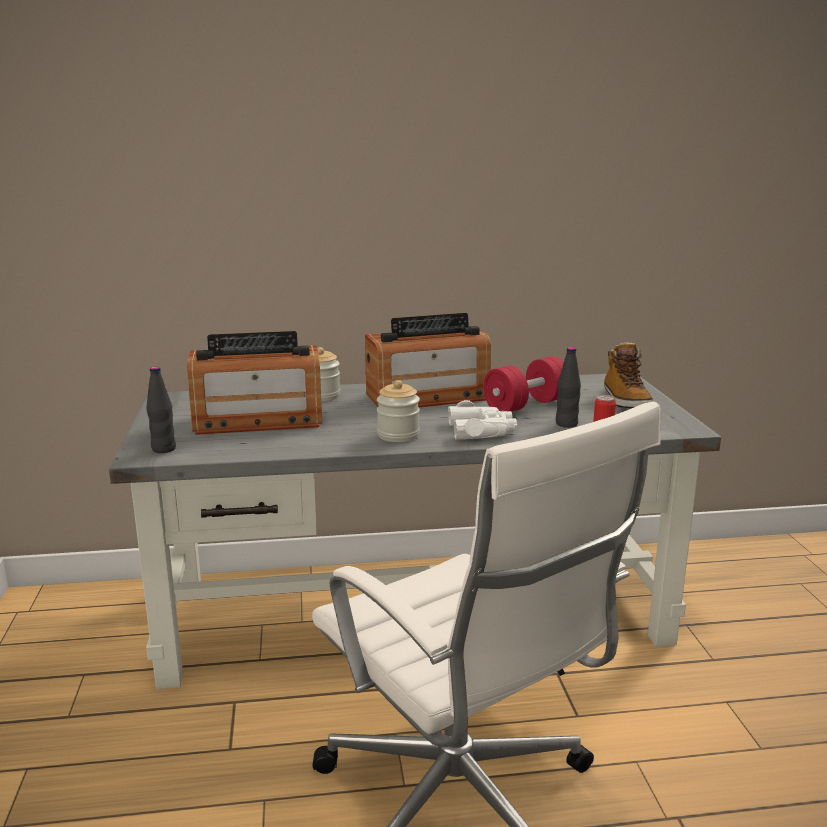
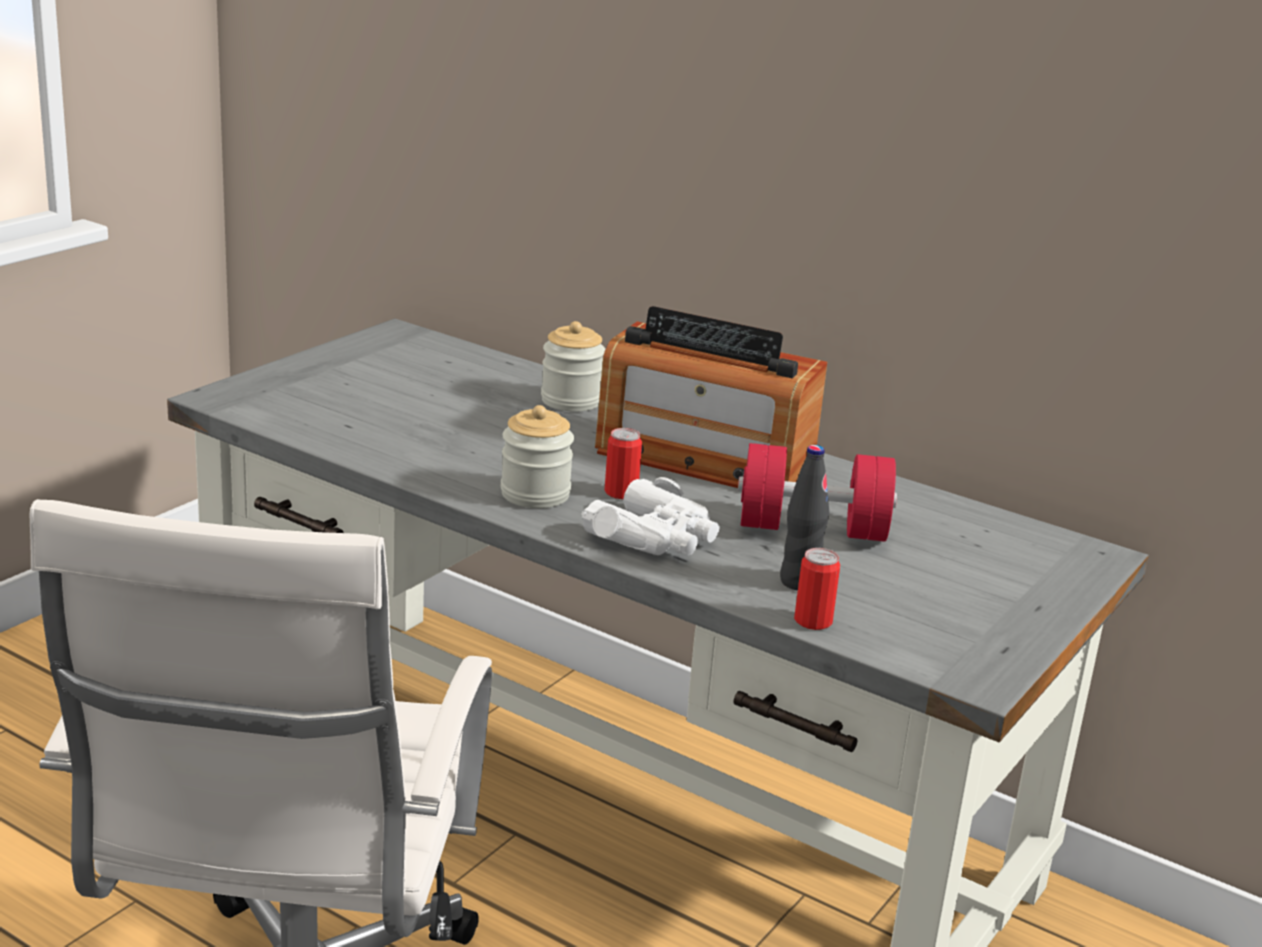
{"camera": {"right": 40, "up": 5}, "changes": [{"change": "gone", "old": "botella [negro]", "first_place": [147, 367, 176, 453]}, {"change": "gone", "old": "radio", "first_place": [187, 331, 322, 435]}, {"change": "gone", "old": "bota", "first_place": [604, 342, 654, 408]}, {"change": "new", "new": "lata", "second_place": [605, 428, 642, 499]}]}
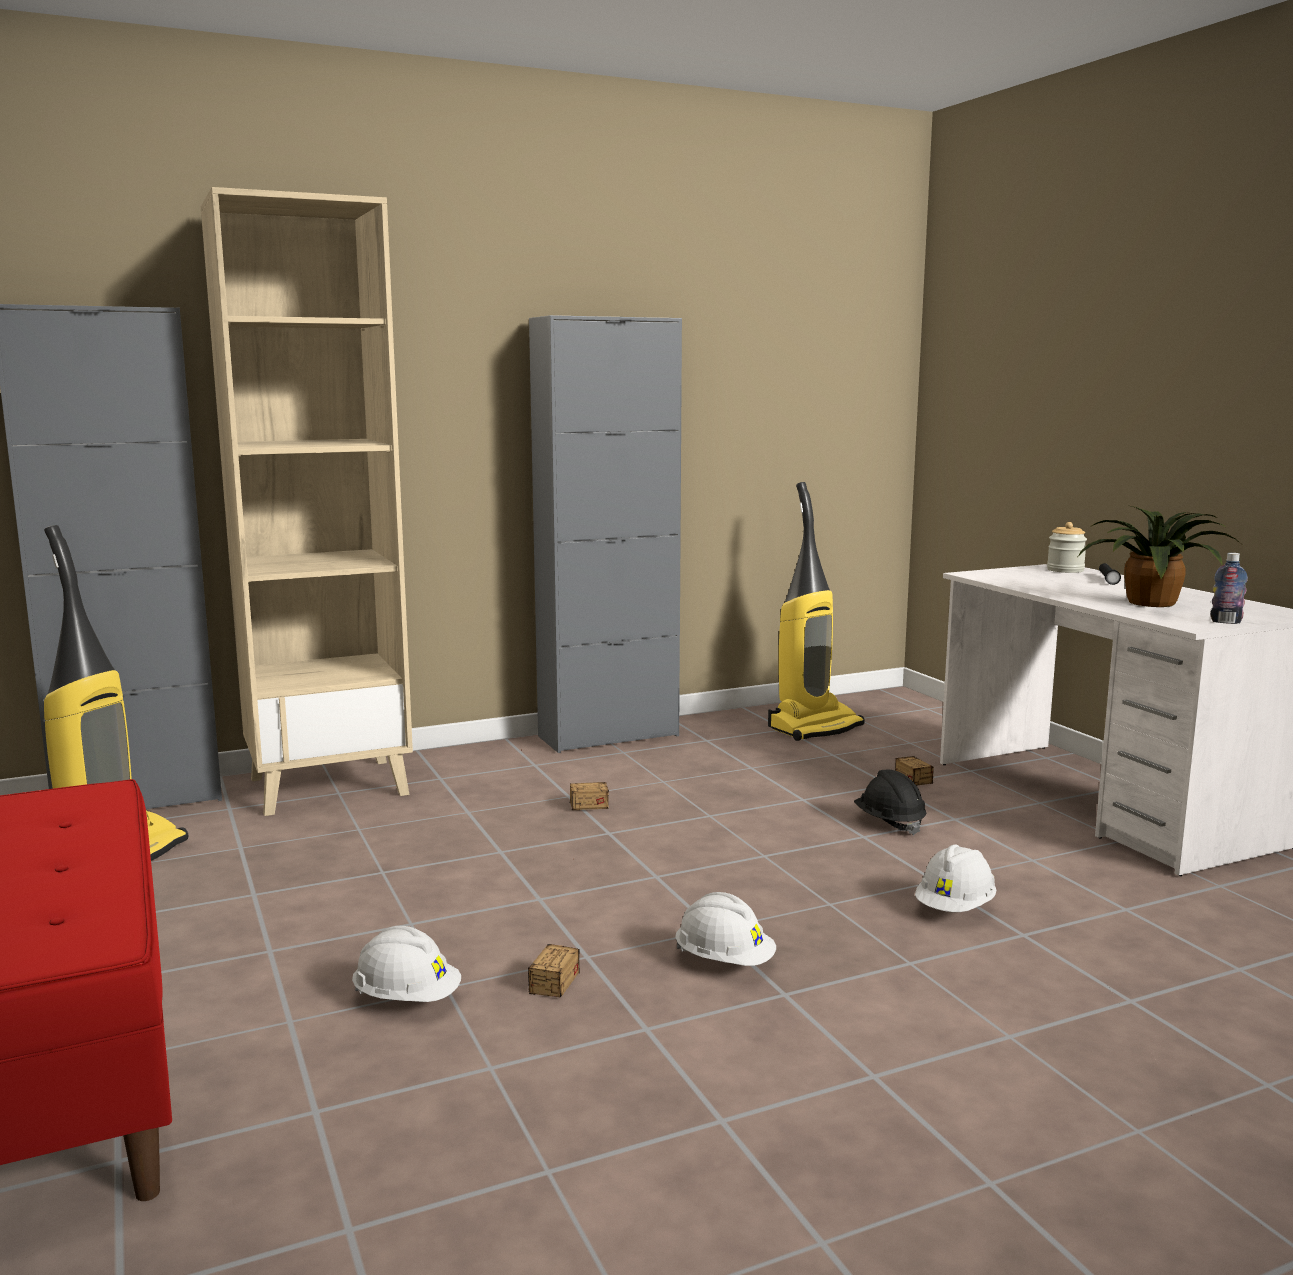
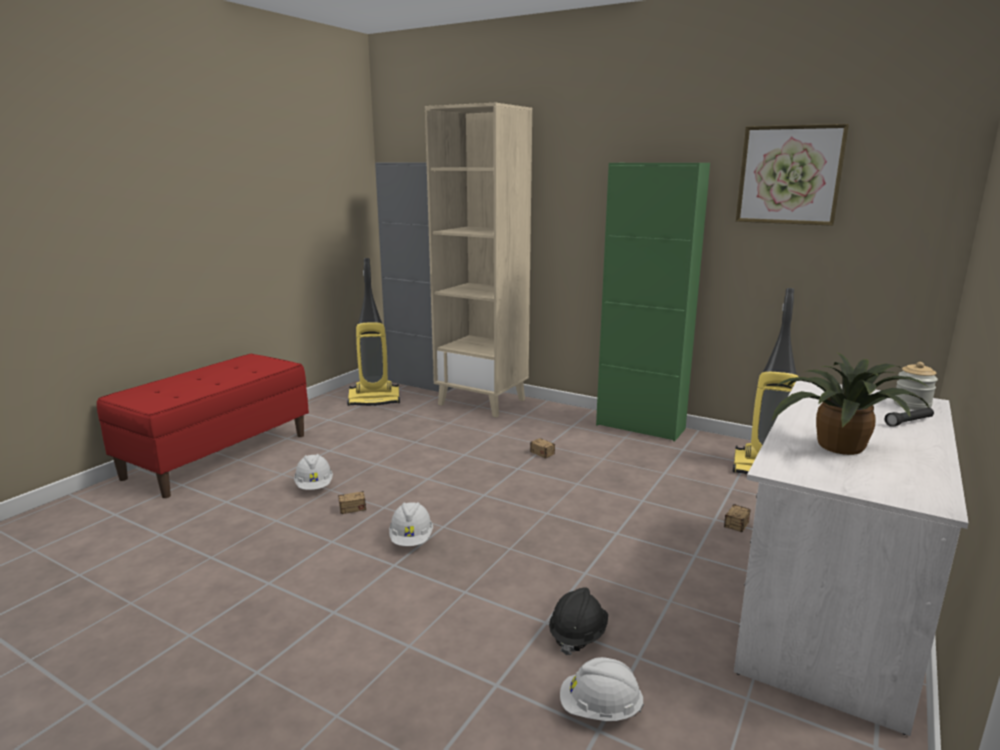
{"camera": {"right": 55, "up": 5}, "changes": [{"change": "repainted", "old": "armario [gris]", "new": "armario [verde]", "first_place": [529, 315, 682, 753], "second_place": [596, 163, 710, 441]}, {"change": "shifted", "old": "casco [negro]", "first_place": [854, 770, 926, 836], "second_place": [549, 587, 608, 655]}, {"change": "shifted", "old": "casco [blanco]", "first_place": [915, 844, 996, 912], "second_place": [560, 657, 644, 721]}, {"change": "gone", "old": "botella", "first_place": [1210, 553, 1248, 624]}, {"change": "new", "new": "cuadro", "second_place": [736, 124, 849, 226]}]}
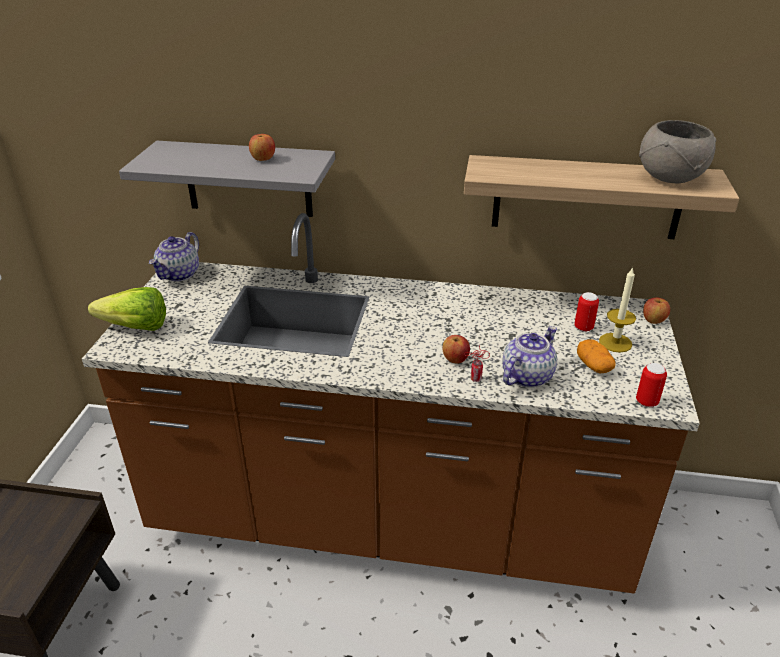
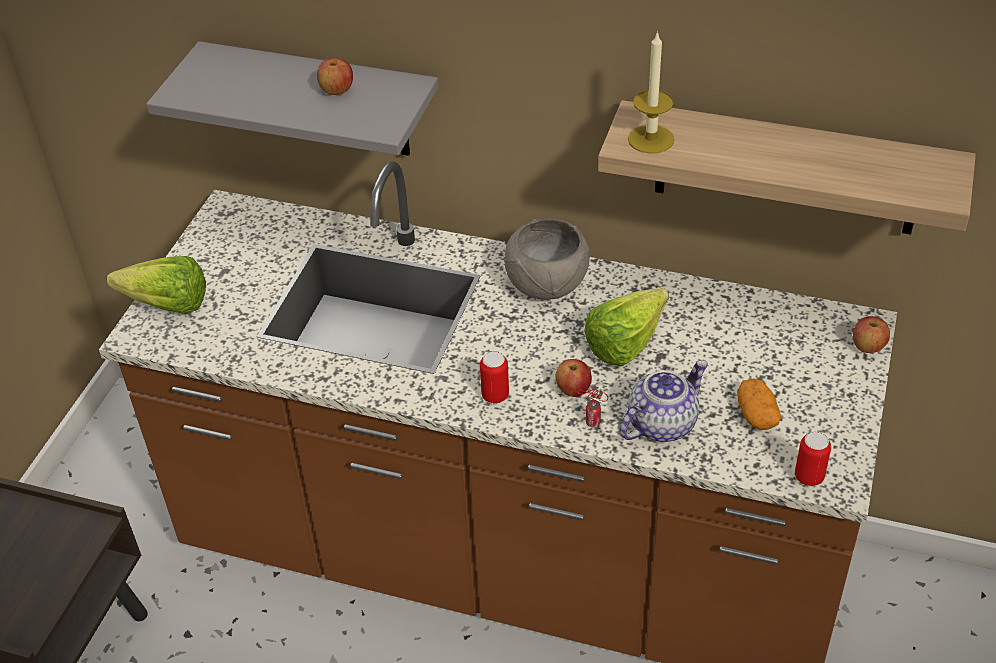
{"camera": {"right": 10, "up": 10}, "changes": [{"change": "gone", "old": "tetera", "first_place": [149, 232, 199, 281]}, {"change": "shifted", "old": "lata", "first_place": [574, 292, 599, 332], "second_place": [480, 352, 509, 404]}, {"change": "shifted", "old": "vela", "first_place": [599, 267, 636, 353], "second_place": [628, 31, 674, 154]}, {"change": "shifted", "old": "cuenco [gris]", "first_place": [639, 120, 716, 183], "second_place": [504, 219, 590, 300]}, {"change": "new", "new": "lechuga", "second_place": [584, 288, 669, 367]}]}
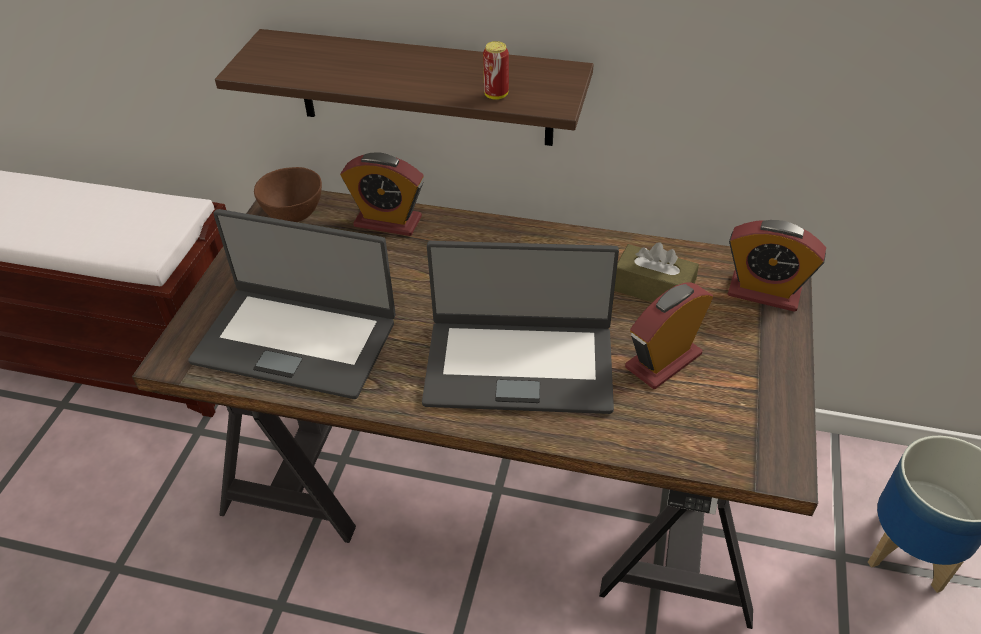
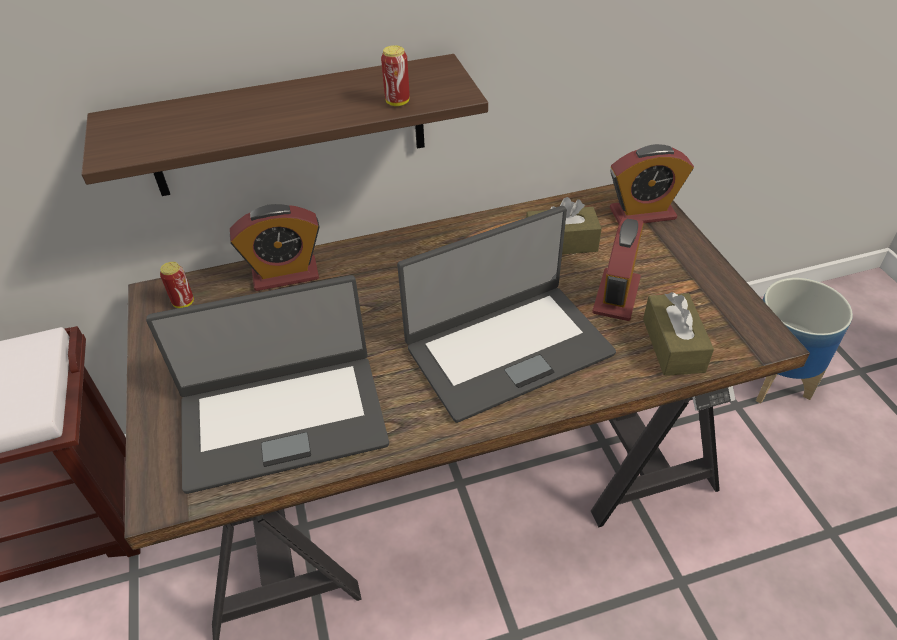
{"camera": {"right": -30, "up": 0}, "changes": [{"change": "swapped", "old": "cuenco [marrón]", "new": "lata", "first_place": [254, 167, 322, 222], "second_place": [160, 262, 194, 308]}, {"change": "new", "new": "caja de pañuelos [marrón]", "second_place": [643, 292, 714, 376]}]}
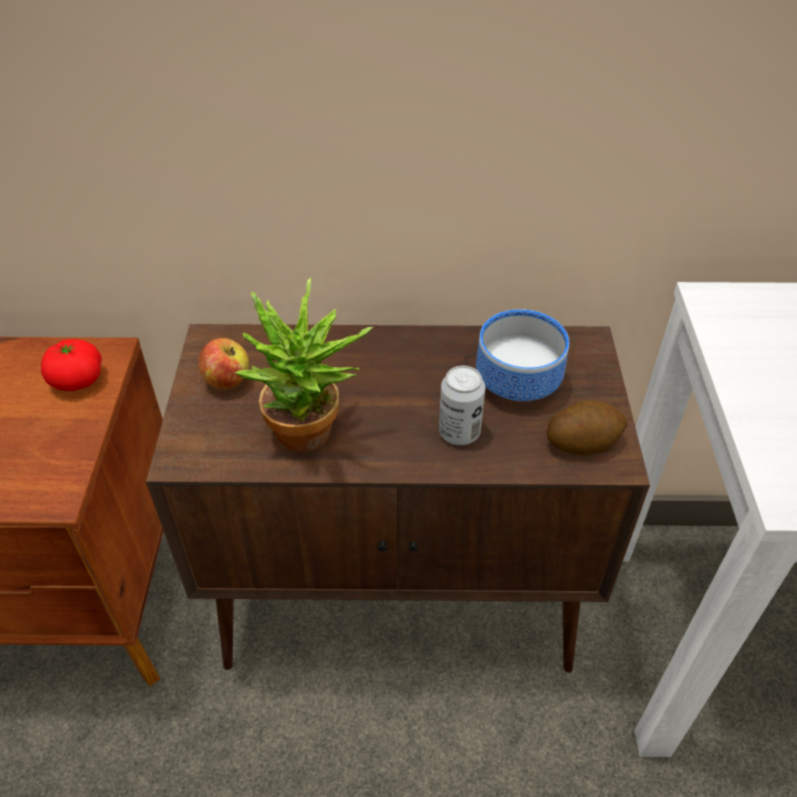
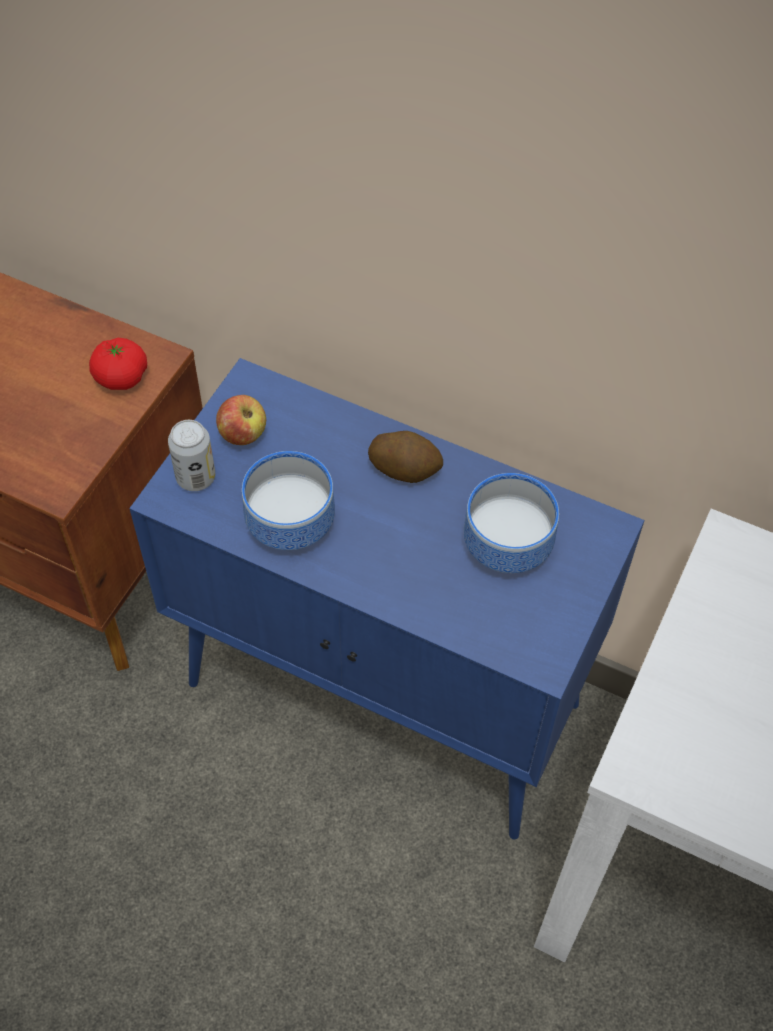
{"camera": {"right": 25, "up": 10}, "changes": [{"change": "repainted", "old": "armario [marrón]", "new": "armario [azul]", "first_place": [146, 324, 650, 673], "second_place": [129, 358, 645, 840]}, {"change": "swapped", "old": "planta en maceta", "new": "cuenco", "first_place": [235, 278, 373, 452], "second_place": [242, 451, 335, 550]}, {"change": "shifted", "old": "lata", "first_place": [439, 366, 485, 445], "second_place": [168, 420, 215, 491]}, {"change": "shifted", "old": "patata", "first_place": [546, 401, 628, 455], "second_place": [368, 431, 443, 483]}]}
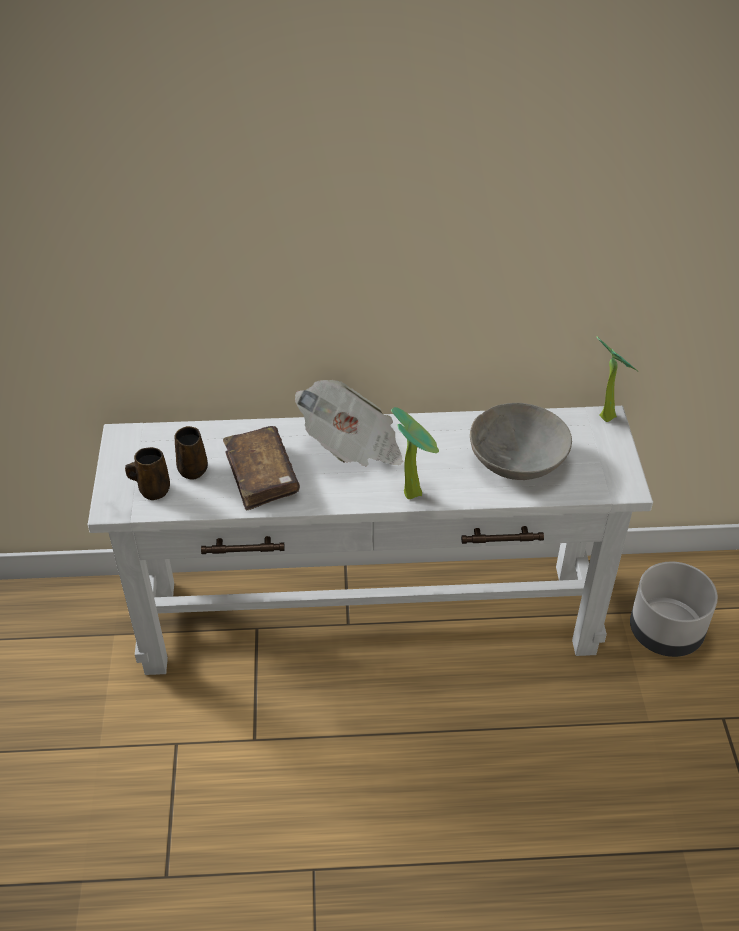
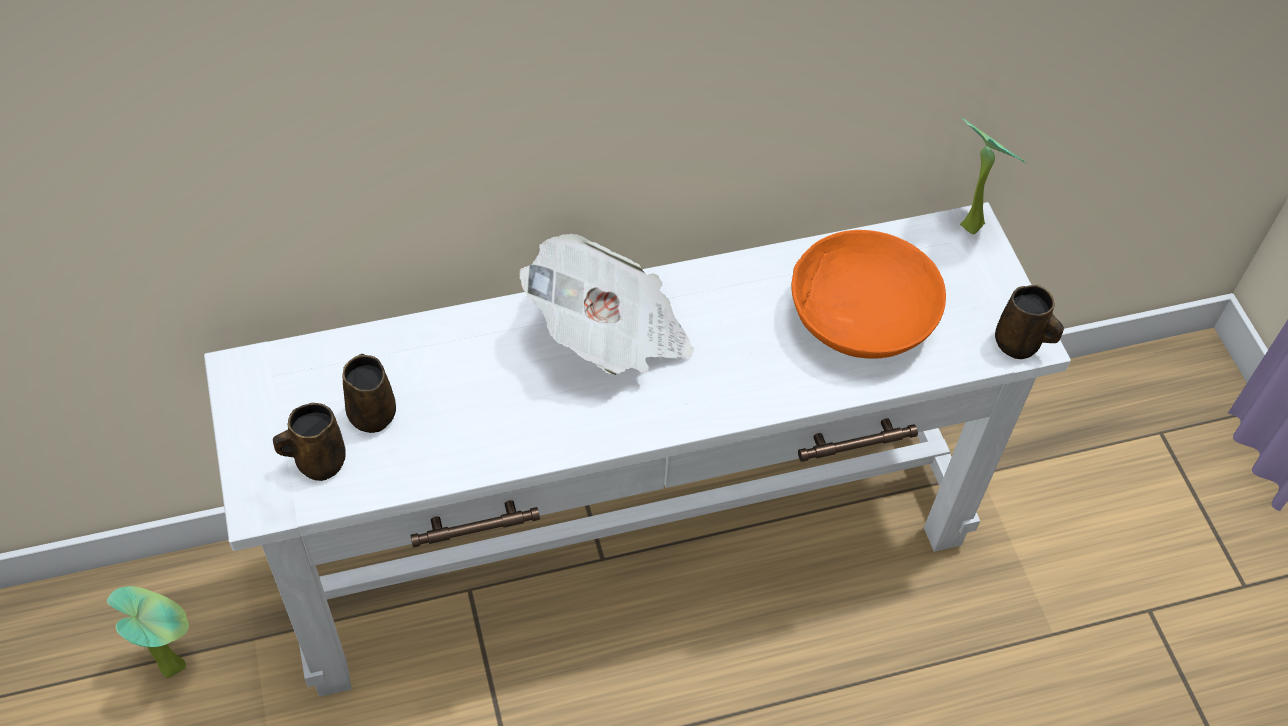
{"camera": {"right": -15, "up": 10}, "changes": [{"change": "gone", "old": "libro [marrón]", "first_place": [223, 426, 300, 511]}, {"change": "shifted", "old": "planta en maceta", "first_place": [391, 407, 439, 499], "second_place": [107, 586, 189, 678]}, {"change": "repainted", "old": "cuenco [gris]", "new": "cuenco [naranja]", "first_place": [470, 403, 572, 480], "second_place": [791, 230, 946, 359]}, {"change": "gone", "old": "maceta [gris]", "first_place": [630, 562, 718, 657]}, {"change": "new", "new": "taza grande [marrón]", "second_place": [995, 285, 1064, 359]}]}
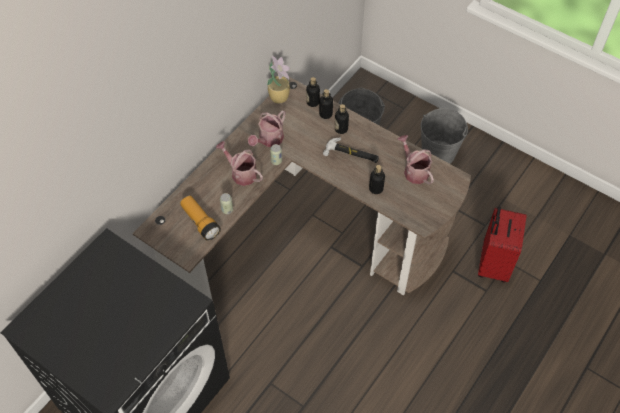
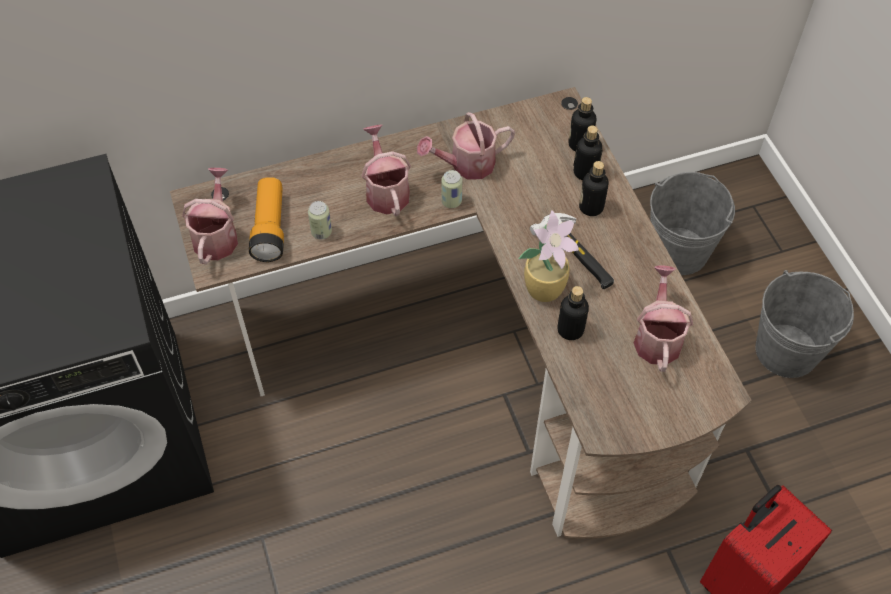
{"camera": {"right": 35, "up": 0}, "changes": [{"change": "shifted", "old": "planta en maceta", "first_place": [267, 56, 290, 104], "second_place": [518, 210, 579, 302]}, {"change": "new", "new": "regadera", "second_place": [182, 168, 238, 264]}]}
